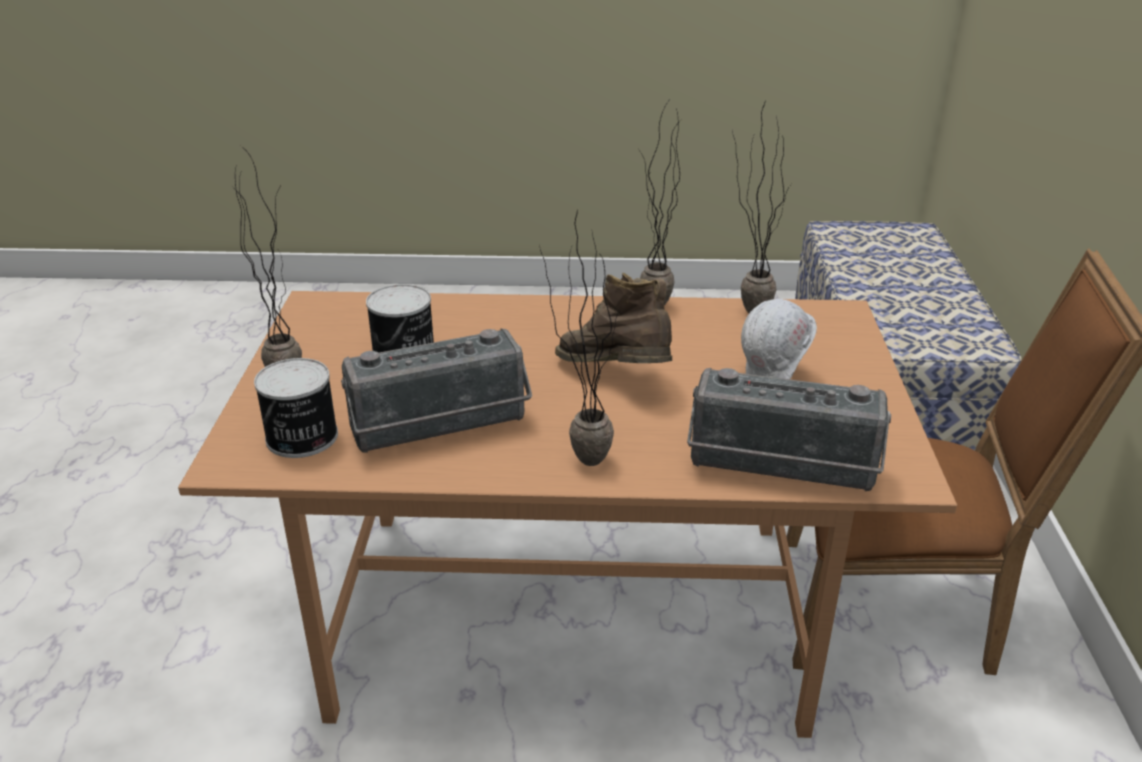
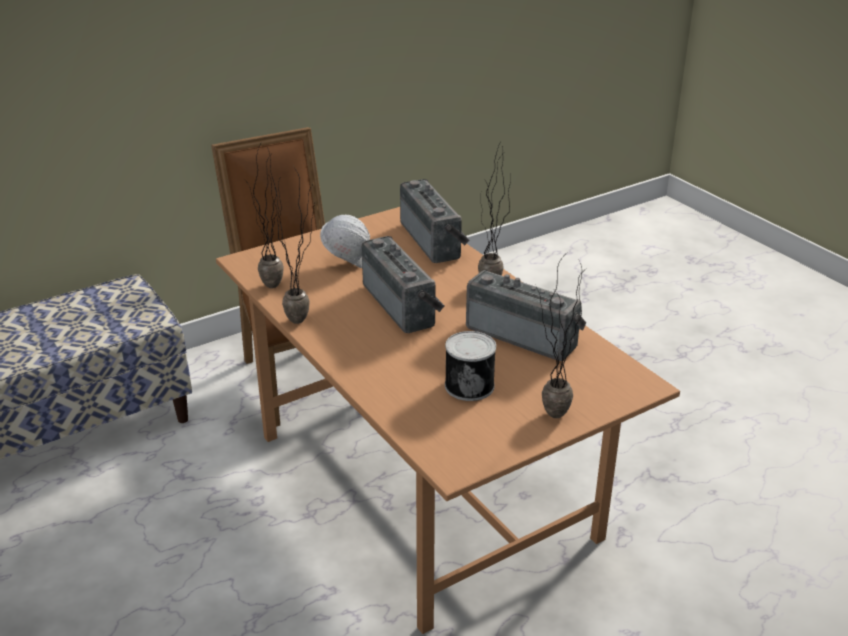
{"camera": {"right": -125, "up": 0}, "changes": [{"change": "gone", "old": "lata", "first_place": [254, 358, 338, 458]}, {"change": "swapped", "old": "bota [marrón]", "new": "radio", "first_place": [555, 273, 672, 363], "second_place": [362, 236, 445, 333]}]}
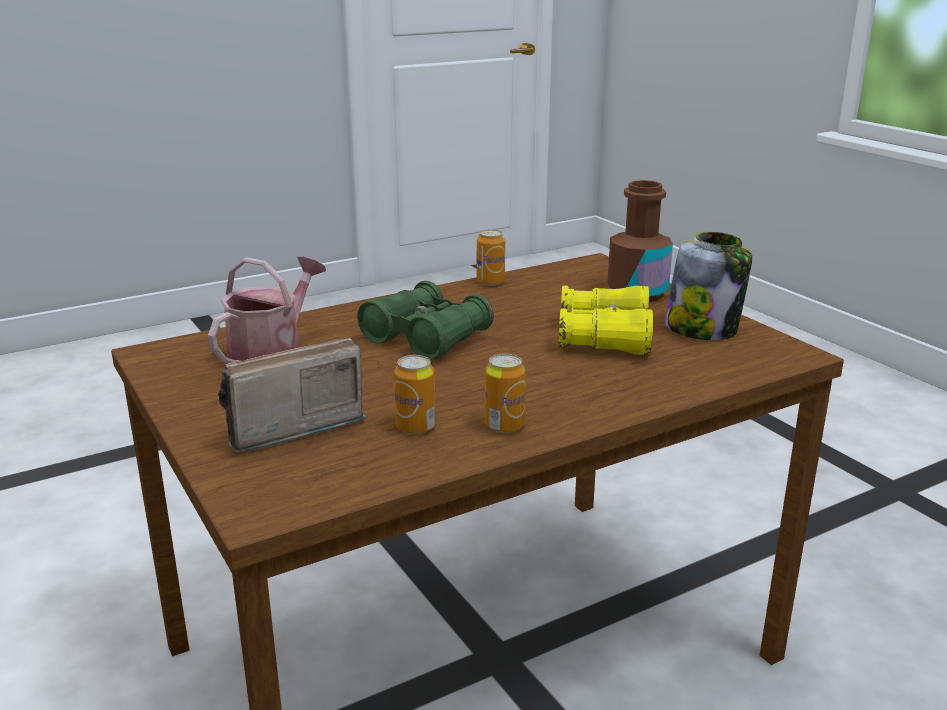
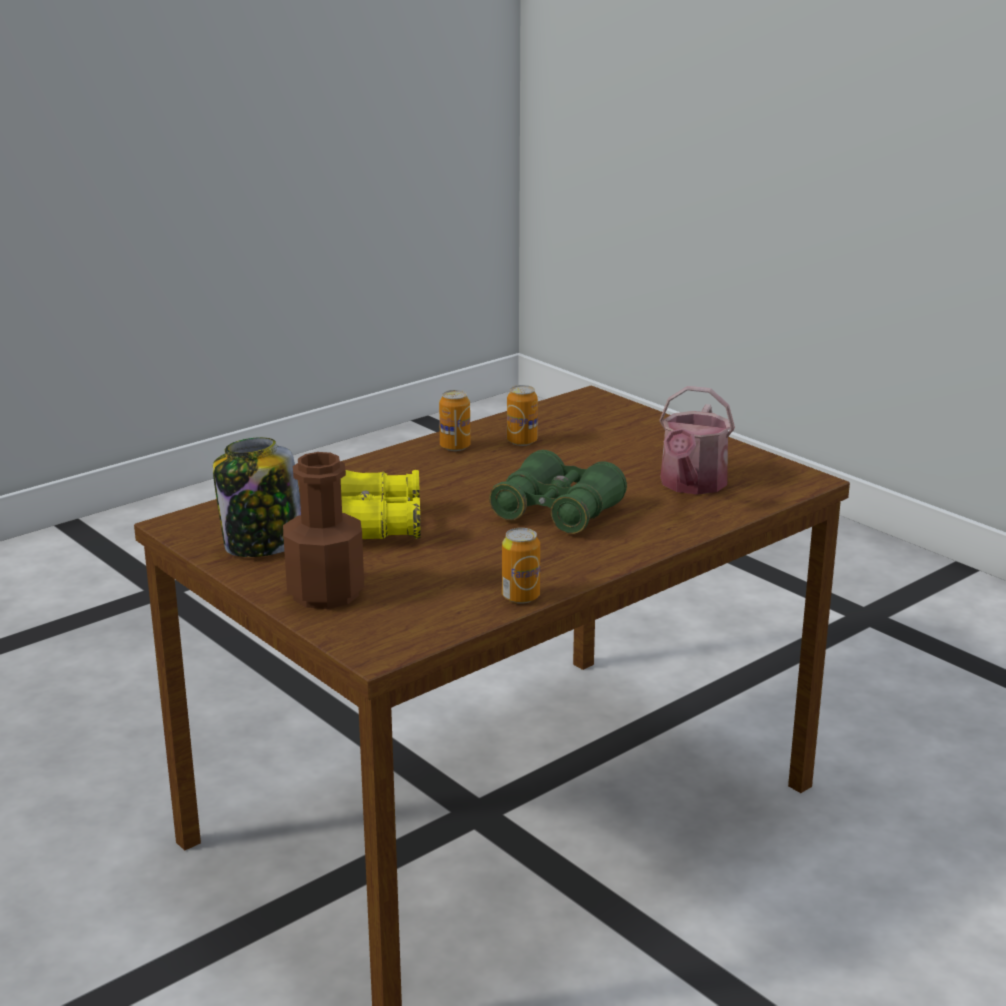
{"camera": {"right": 170, "up": 0}, "changes": [{"change": "gone", "old": "radio", "first_place": [218, 338, 367, 452]}]}
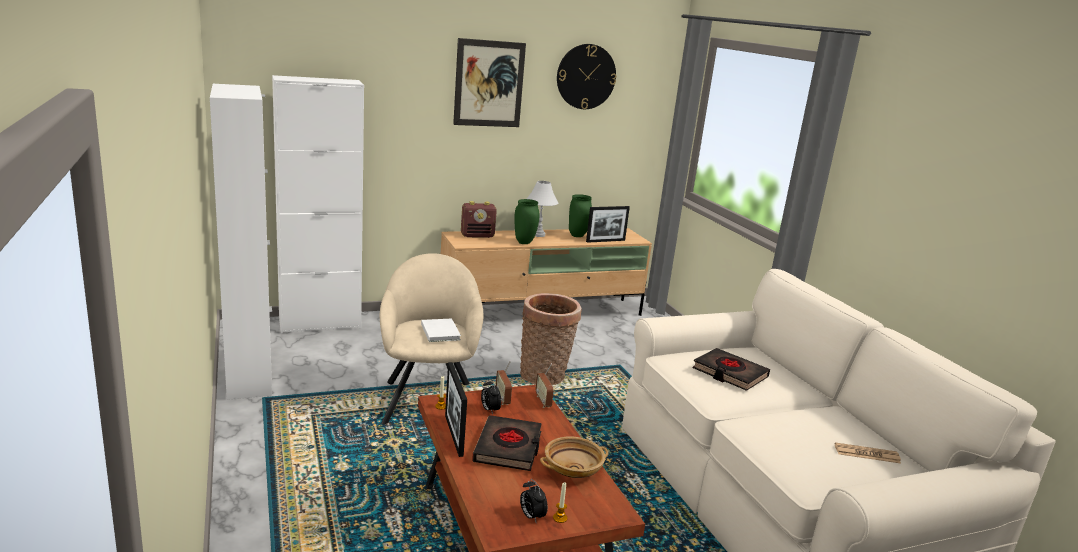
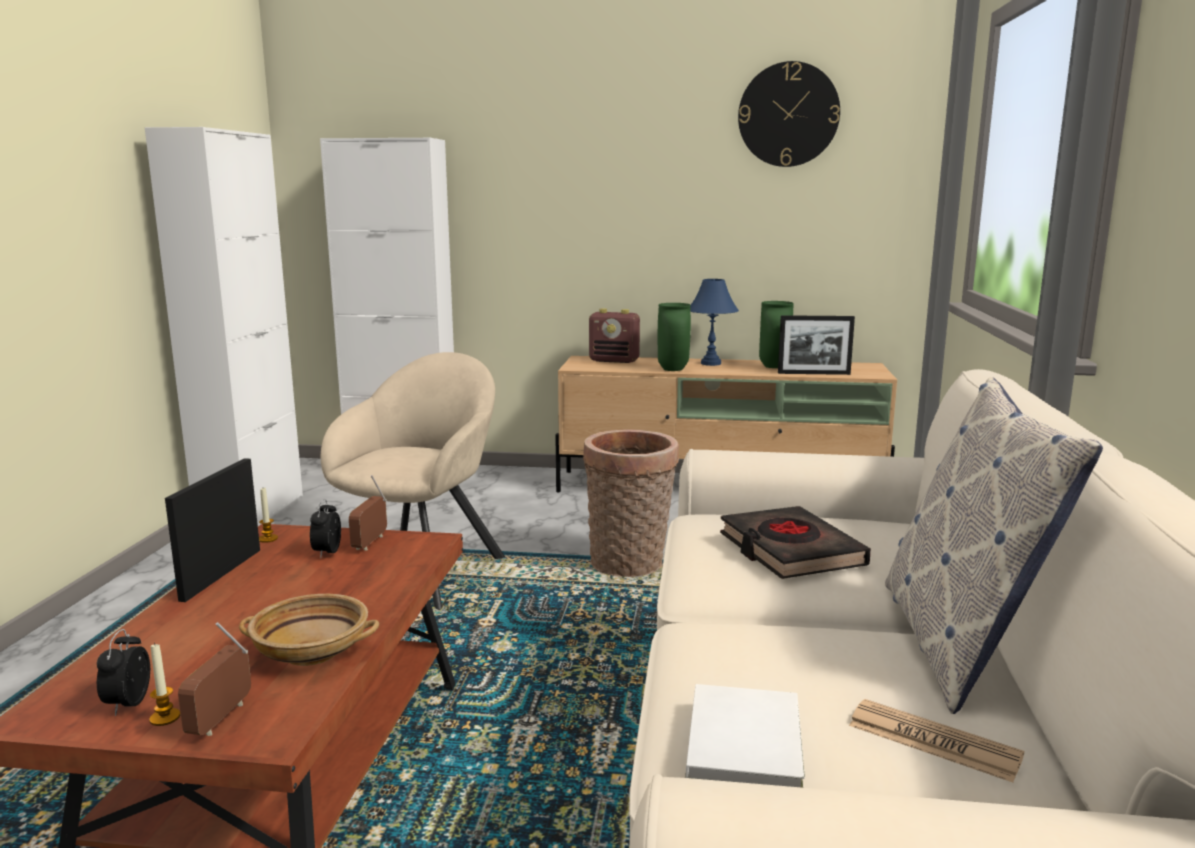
{"camera": {"right": 30, "up": -5}, "changes": [{"change": "shifted", "old": "libro [blanco]", "first_place": [421, 318, 461, 342], "second_place": [686, 684, 805, 788]}, {"change": "gone", "old": "cuadro", "first_place": [453, 38, 526, 127]}, {"change": "gone", "old": "libro [negro]", "first_place": [472, 415, 542, 471]}, {"change": "repainted", "old": "lámpara de mesa [blanco]", "new": "lámpara de mesa [azul]", "first_place": [526, 181, 558, 237], "second_place": [690, 279, 739, 366]}, {"change": "shifted", "old": "radio", "first_place": [535, 363, 554, 408], "second_place": [178, 622, 251, 736]}, {"change": "new", "new": "cojín", "second_place": [885, 377, 1103, 714]}]}
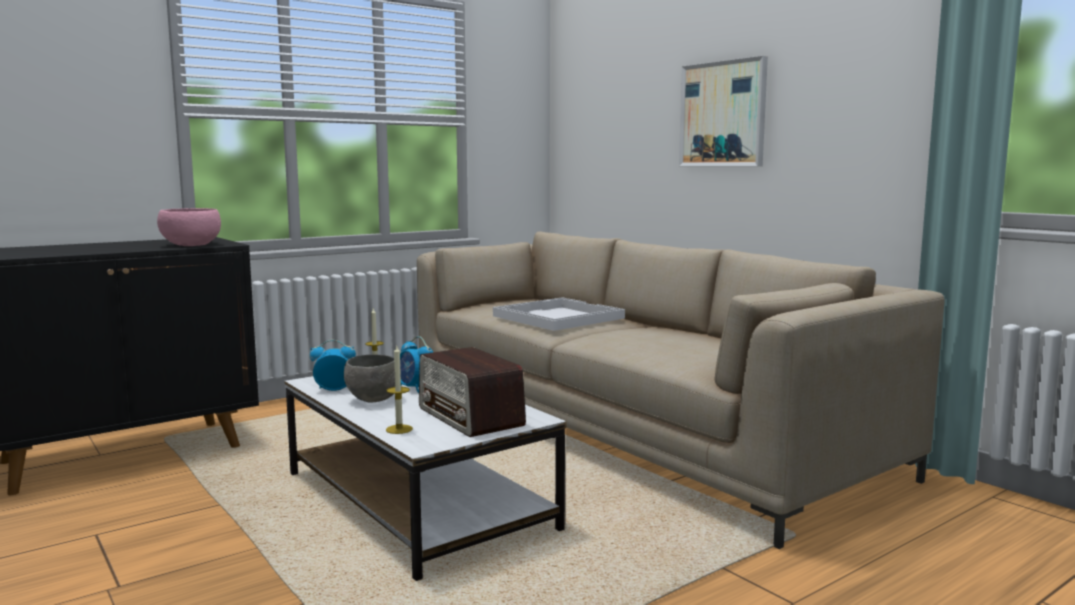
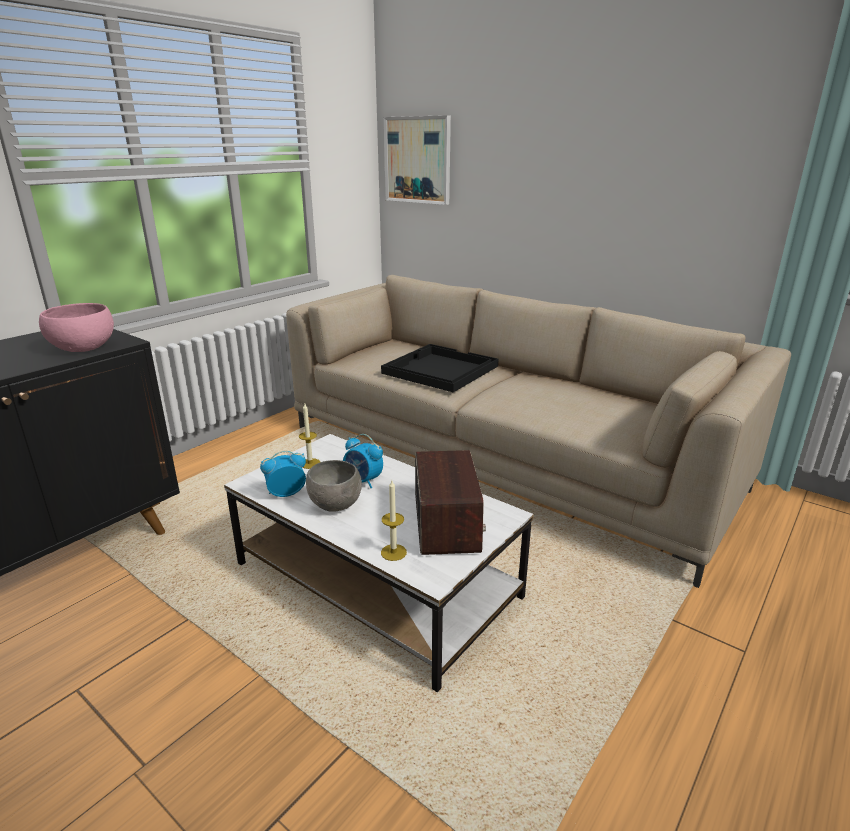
{"camera": {"right": -15, "up": 15}, "changes": [{"change": "rotated", "old": "radio", "first_place": [419, 347, 526, 437], "second_place": [415, 450, 486, 555], "degrees": -135}, {"change": "repainted", "old": "bandeja [blanco]", "new": "bandeja [negro]", "first_place": [493, 297, 625, 331], "second_place": [381, 344, 498, 392]}, {"change": "shifted", "old": "cuadro", "first_place": [679, 56, 768, 166], "second_place": [384, 115, 451, 205]}]}
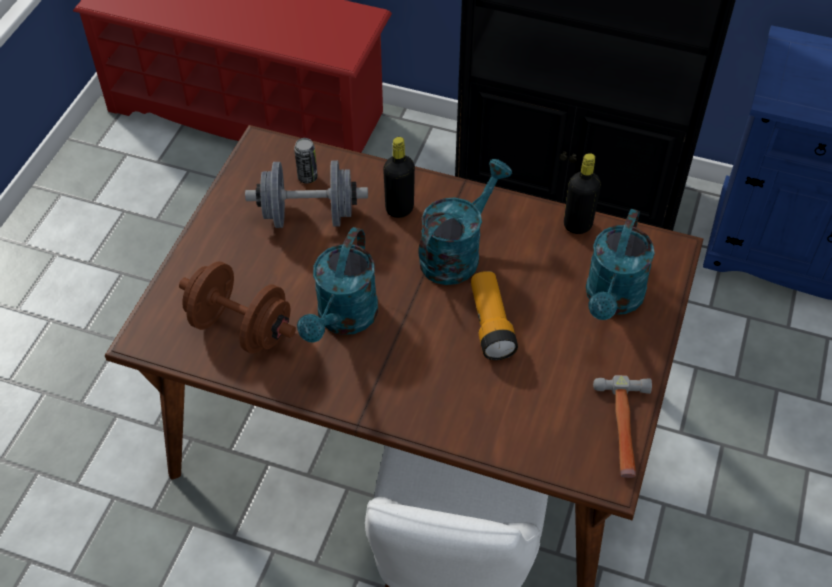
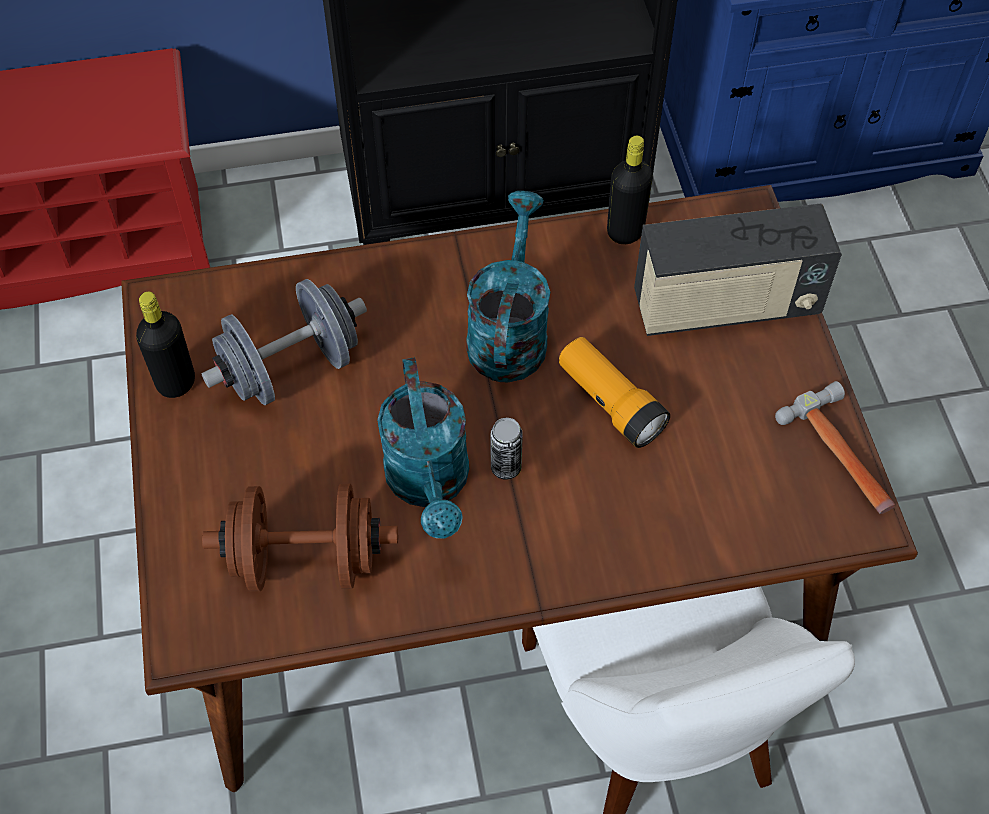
{"camera": {"right": -30, "up": 5}, "changes": [{"change": "shifted", "old": "lata", "first_place": [294, 138, 318, 184], "second_place": [491, 418, 523, 480]}, {"change": "shifted", "old": "botella [negro]", "first_place": [383, 137, 415, 218], "second_place": [136, 292, 195, 398]}, {"change": "swapped", "old": "regadera [turquesa]", "new": "radio", "first_place": [586, 209, 655, 320], "second_place": [634, 204, 841, 336]}]}
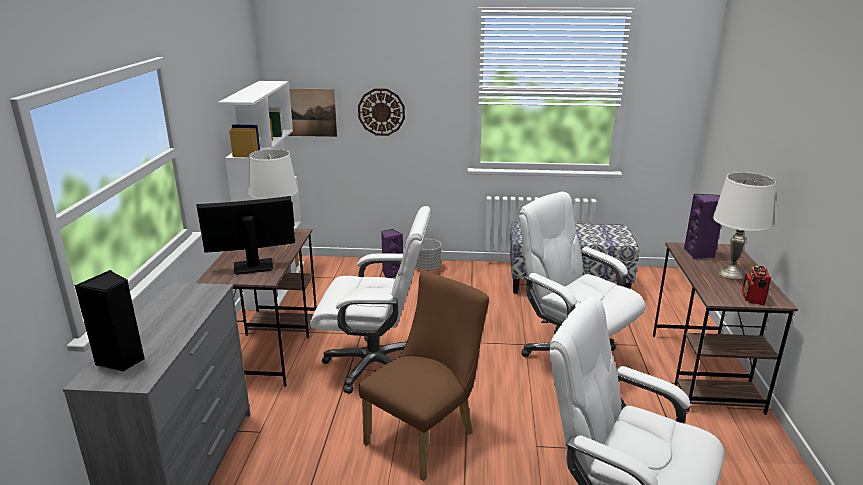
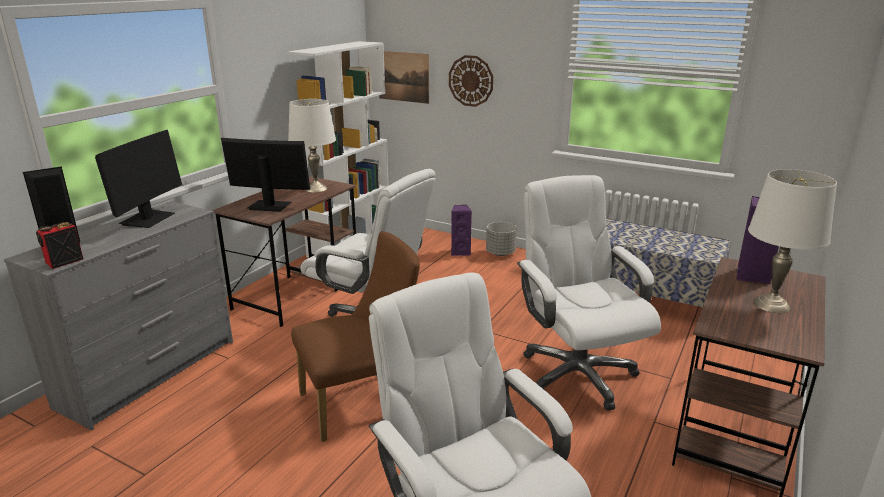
{"camera": {"right": 25, "up": 0}, "changes": [{"change": "shifted", "old": "radio", "first_place": [742, 265, 771, 305], "second_place": [36, 222, 83, 269]}, {"change": "new", "new": "monitor", "second_place": [95, 130, 182, 228]}]}
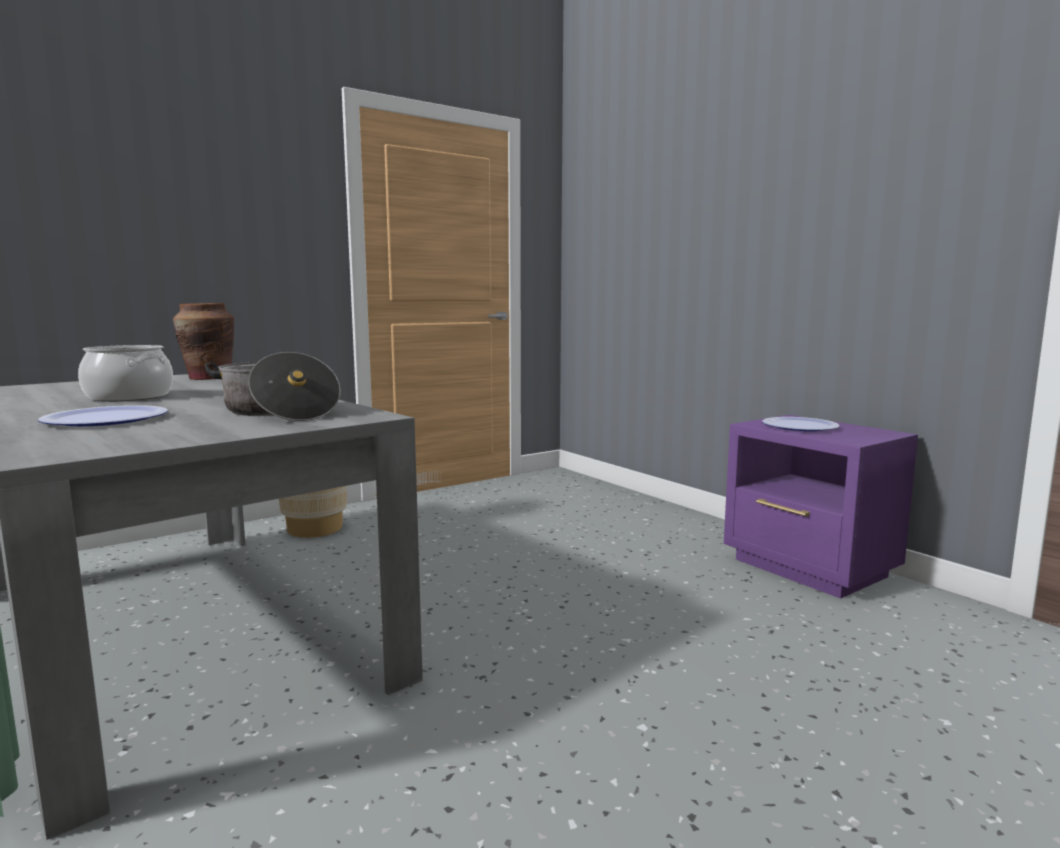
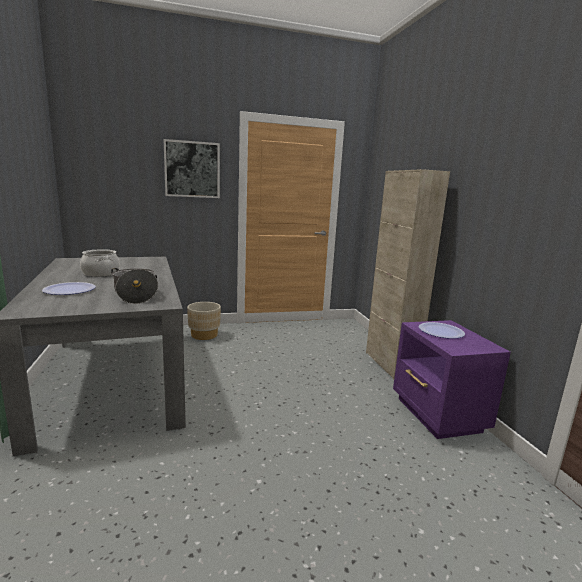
{"camera": {"right": 20, "up": 5}, "changes": [{"change": "gone", "old": "florero [marrón]", "first_place": [173, 303, 234, 380]}, {"change": "new", "new": "cuadro", "second_place": [163, 139, 220, 198]}, {"change": "new", "new": "armario [beis]", "second_place": [366, 169, 450, 380]}]}
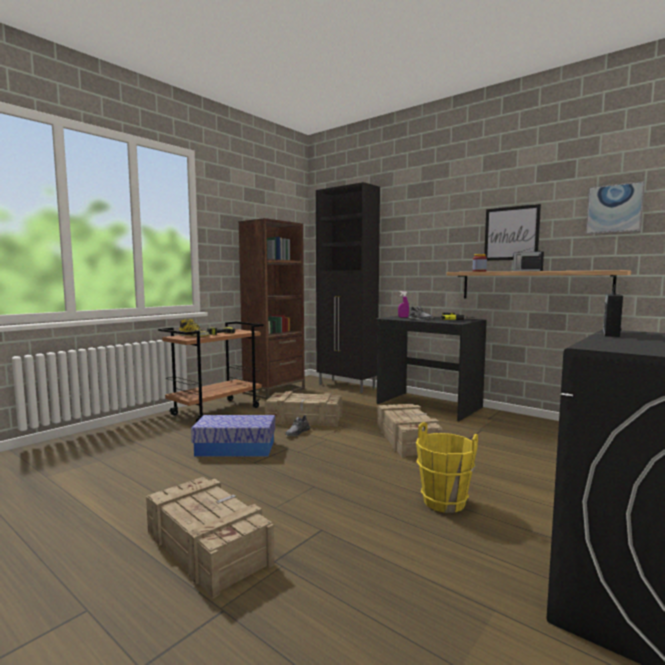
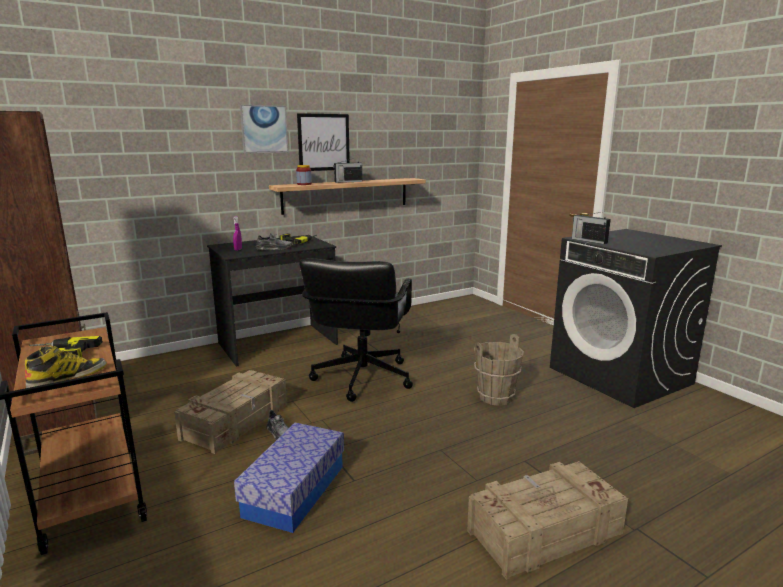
{"camera": {"right": -70, "up": 10}, "changes": [{"change": "gone", "old": "armario [negro]", "first_place": [316, 182, 380, 393]}, {"change": "swapped", "old": "caja de embalaje", "new": "silla de oficina [negro]", "first_place": [377, 404, 443, 457], "second_place": [299, 258, 413, 402]}, {"change": "repainted", "old": "cubo [amarillo]", "new": "cubo [marrón]", "first_place": [416, 422, 478, 513], "second_place": [474, 334, 524, 406]}, {"change": "shifted", "old": "cuadro", "first_place": [586, 181, 645, 234], "second_place": [240, 105, 289, 154]}]}
